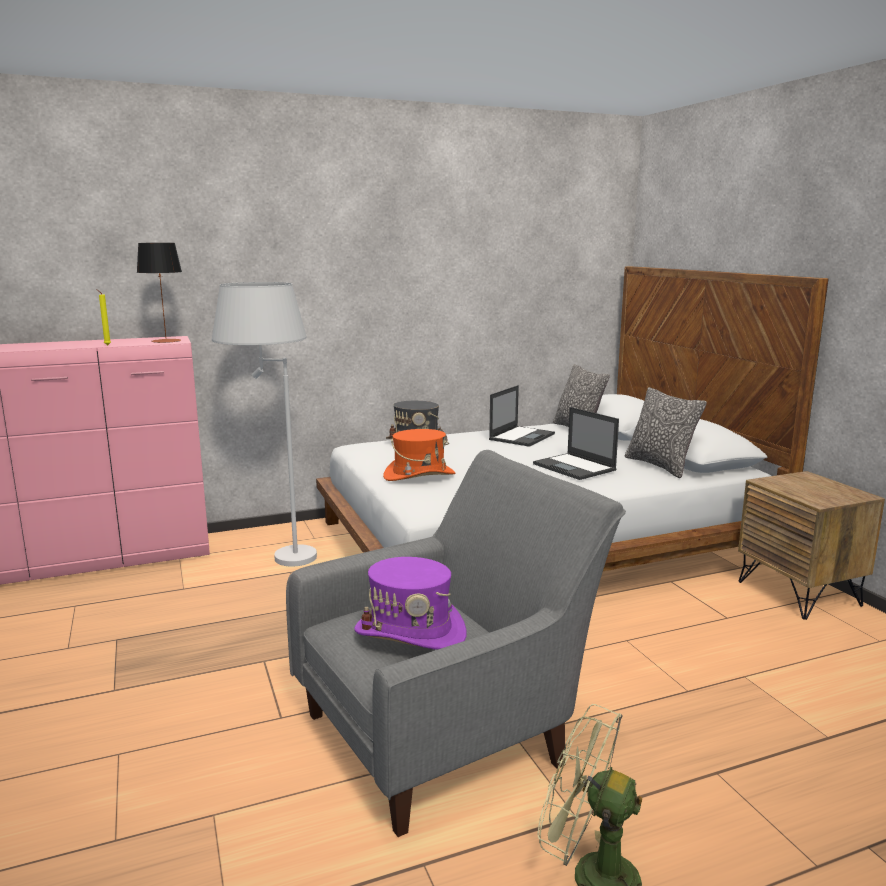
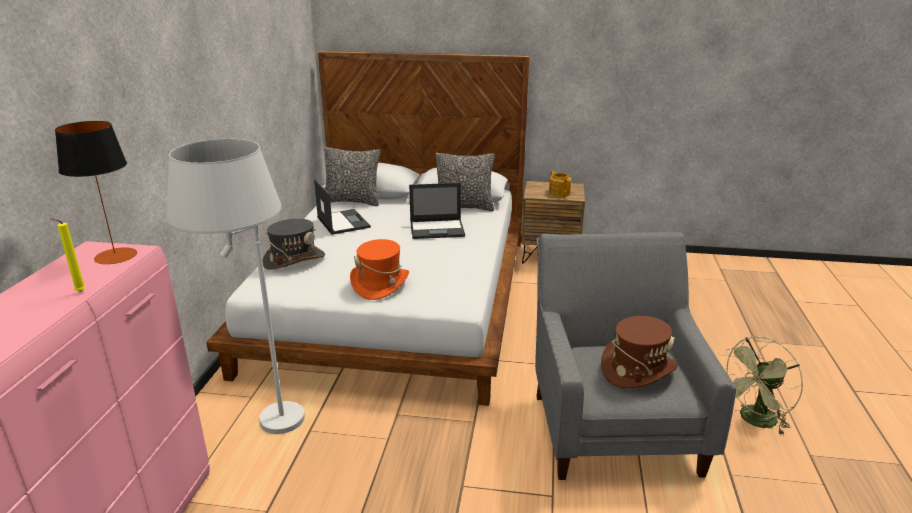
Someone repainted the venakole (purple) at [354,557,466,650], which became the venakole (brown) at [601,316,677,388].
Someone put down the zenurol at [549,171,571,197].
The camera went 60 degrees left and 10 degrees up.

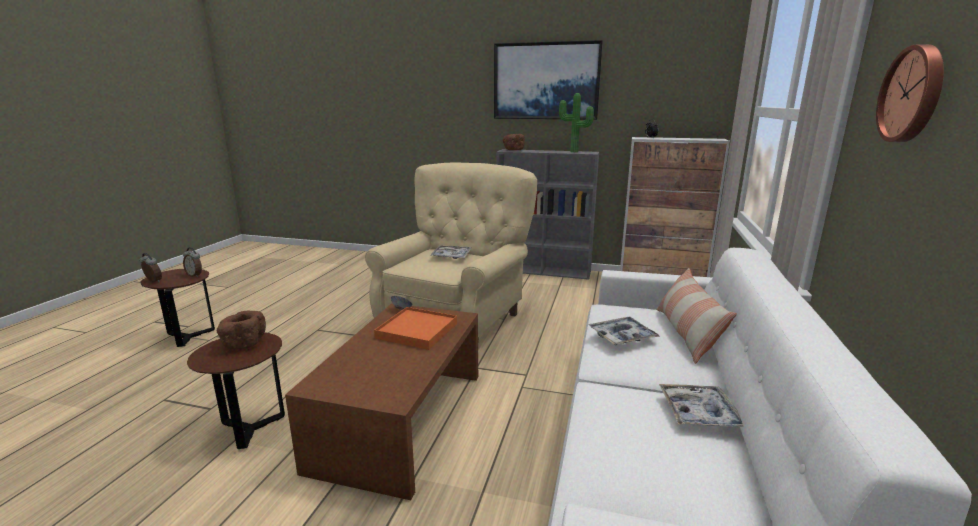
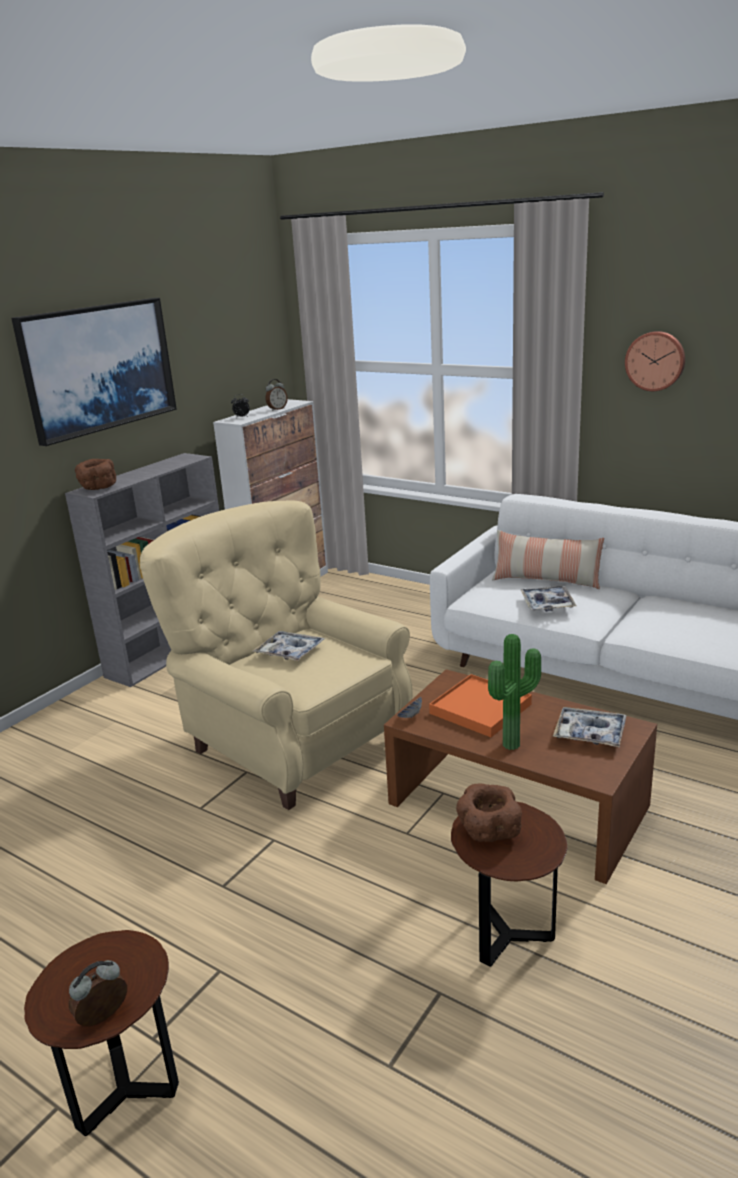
Someone carried the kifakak from [559,93,594,152] to [488,634,541,750].
Someone carried the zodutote from [183,247,202,277] to [266,379,288,411].
Someone carried the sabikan from [659,384,743,427] to [553,707,627,748].
The camera went 70 degrees left and 5 degrees up.

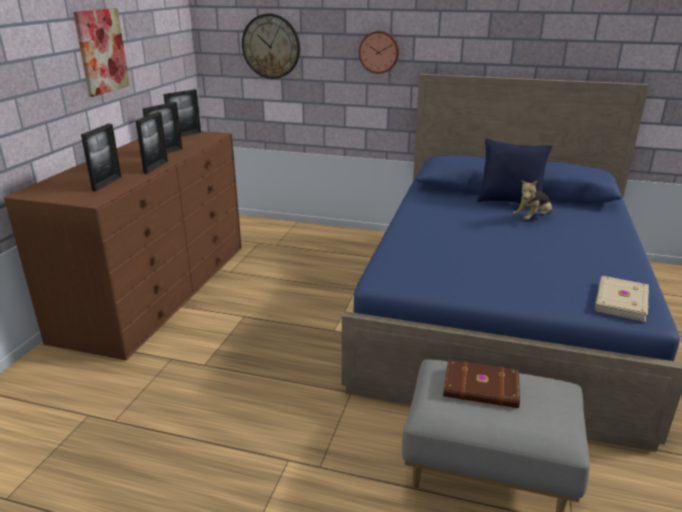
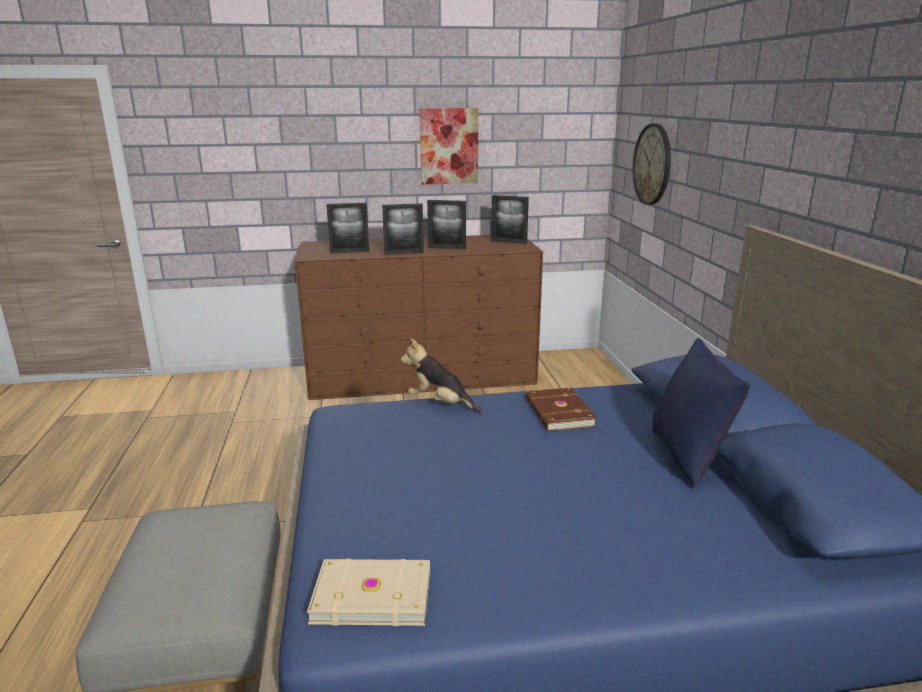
Someone took away the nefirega at [359,31,399,74].
Someone carried the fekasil from [513,181,552,220] to [401,338,483,413].
Someone carried the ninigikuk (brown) from [443,360,520,408] to [526,387,597,431].
The camera went 65 degrees right and 5 degrees down.

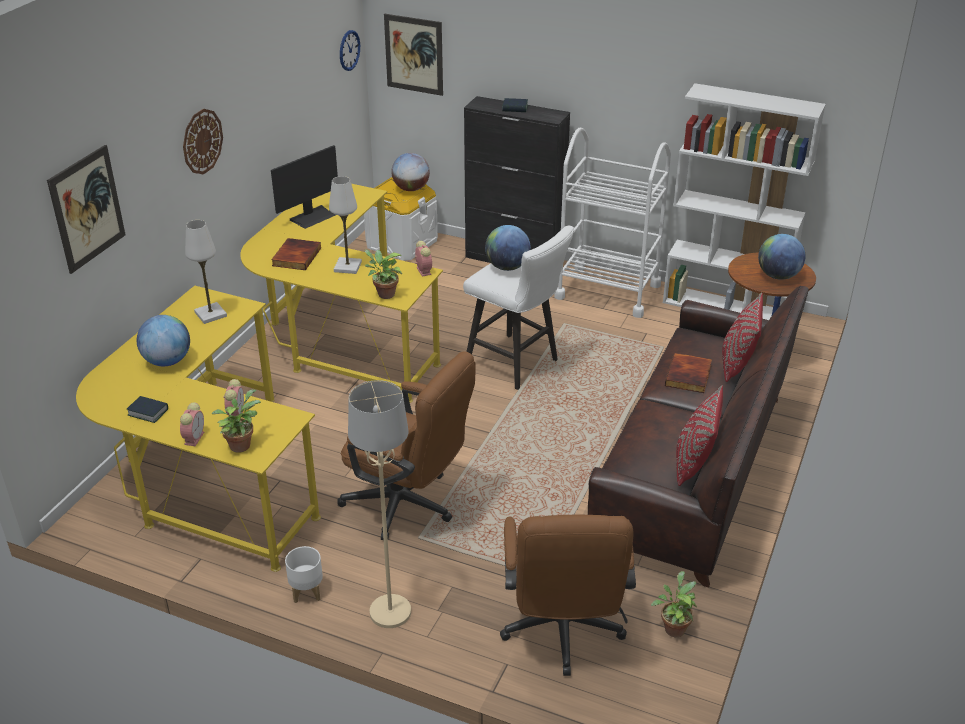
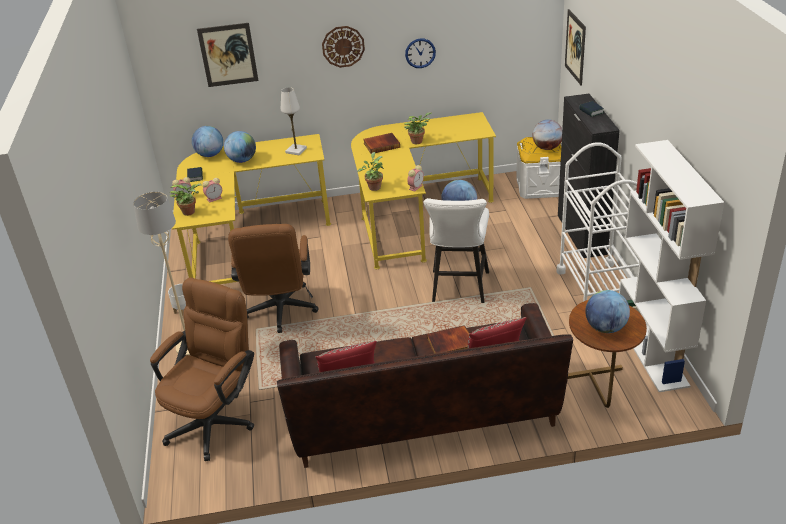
Someone carried the nefirega from [340,30,360,71] to [405,38,436,68].
Someone took away the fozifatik at [271,145,338,229].
Someone took away the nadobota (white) at [329,176,362,274].
Someone rotated the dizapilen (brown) at [500,515,636,676] by 150 degrees clockwise.
Someone carried the kifakak from [651,571,697,637] to [404,112,432,144].
Someone put down the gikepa at [192,126,223,157].
The camera went 60 degrees right and 0 degrees up.

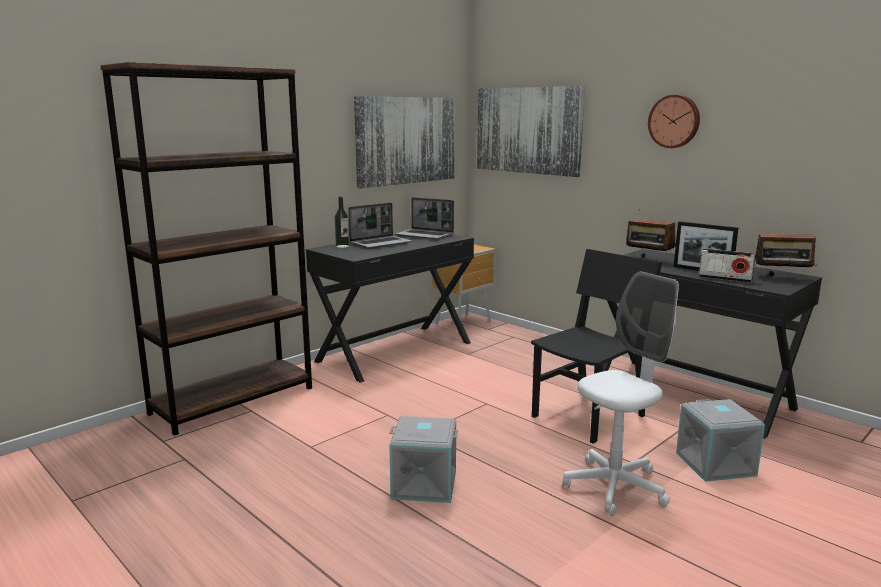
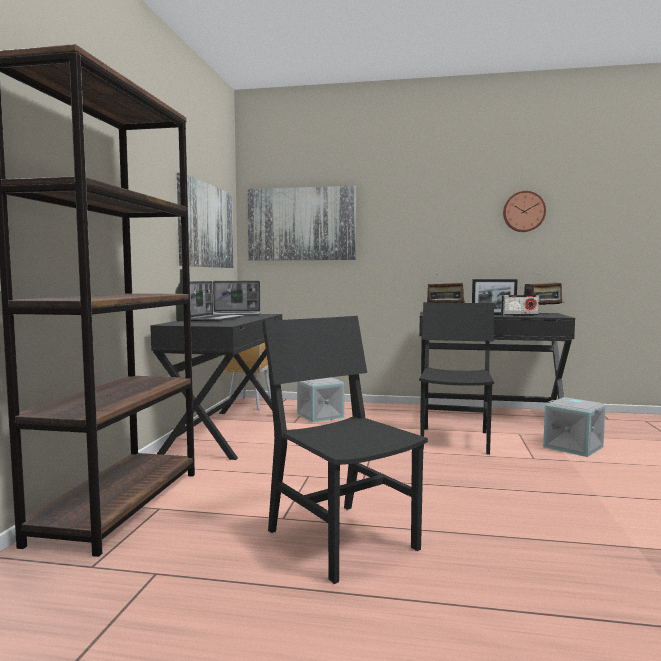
Someone carried the nefirega from [648,94,700,148] to [503,191,546,232].
Someone took away the dizapilen (white) at [562,271,679,516].
Someone carried the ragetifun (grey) from [389,416,458,503] to [297,377,344,422].
Someone put down the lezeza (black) at [262,316,428,584].
The camera went 35 degrees left and 10 degrees down.

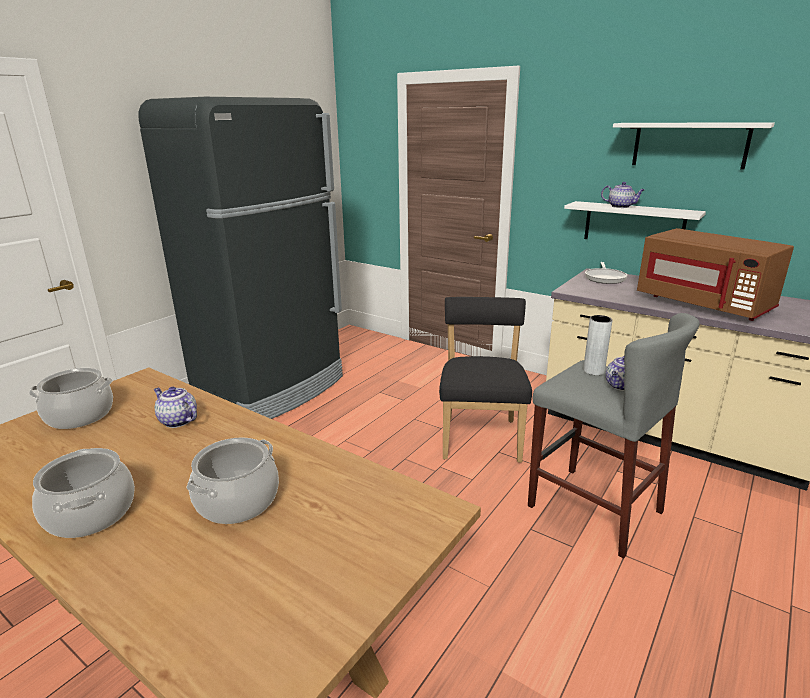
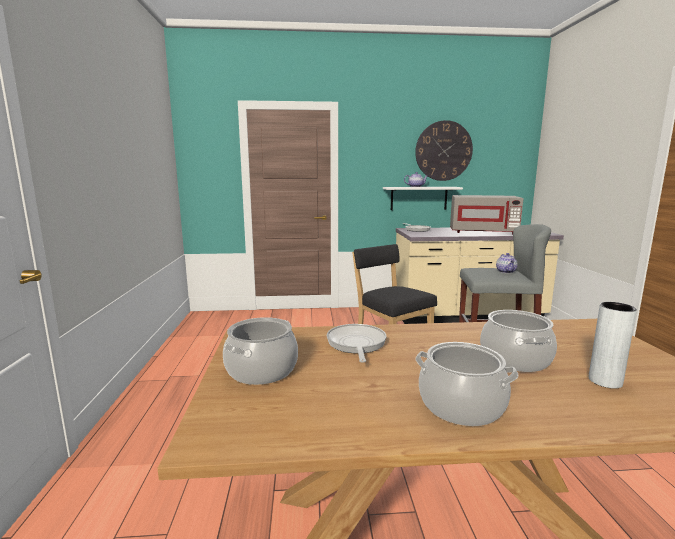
Someone took away the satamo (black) at [138,97,343,419].
Someone swapped the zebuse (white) at [613,123,775,170] for the nefirega at [415,120,473,181].
Someone repainted the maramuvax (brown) at [637,228,794,321], which became the maramuvax (grey) at [450,195,524,234].
Someone carried the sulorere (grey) from [583,315,612,375] to [589,302,637,388].
Someone swapped the zenurol at [154,387,197,428] for the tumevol at [327,324,387,363].
The camera went 40 degrees left and 10 degrees down.

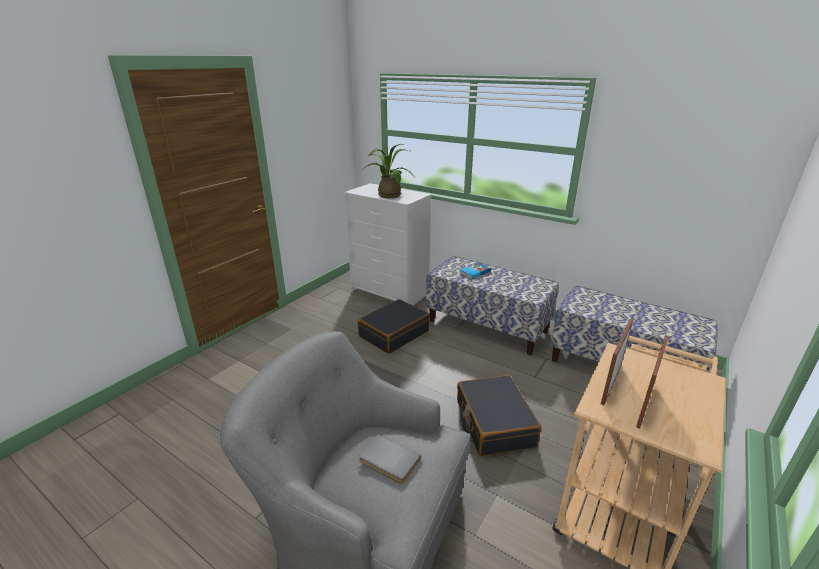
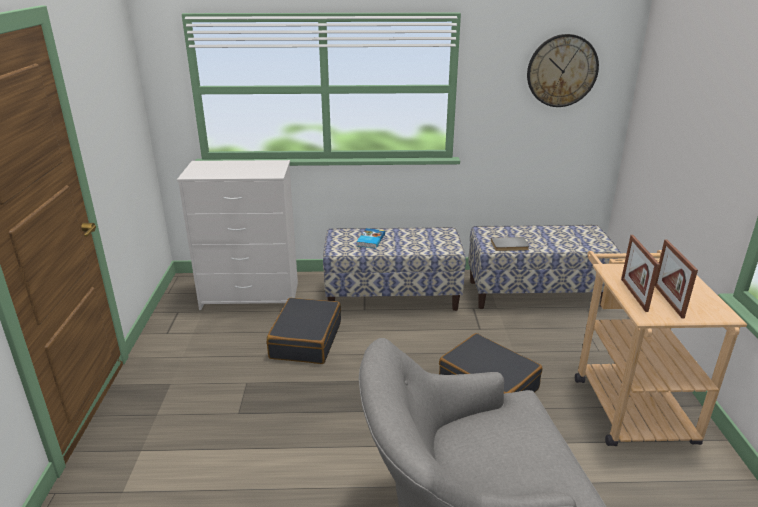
Someone took away the kifakak at [364,144,415,198].
Someone carried the ninigikuk (grey) from [359,434,421,484] to [491,237,529,251].
Someone put up the nefirega at [527,34,599,107].
The camera went 35 degrees left and 0 degrees up.

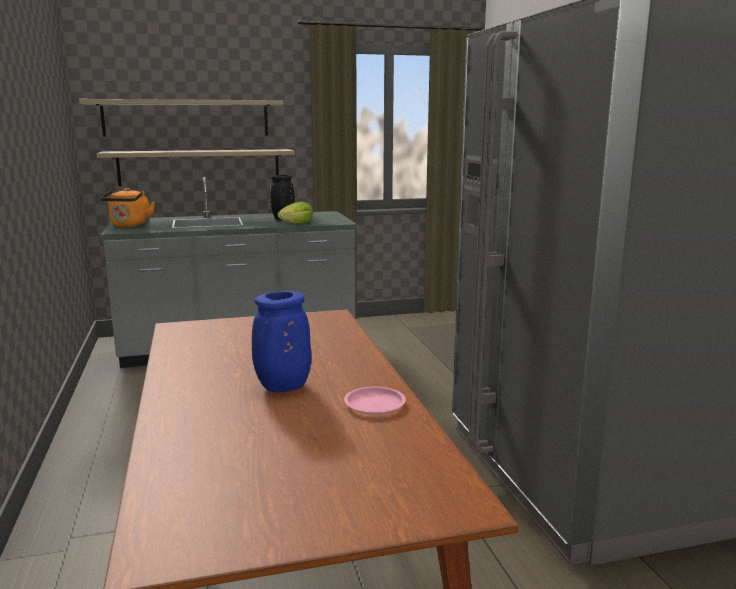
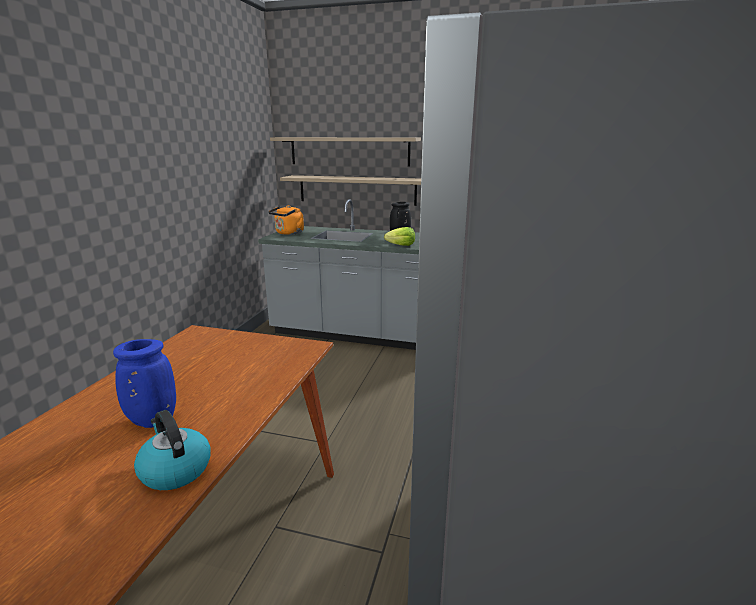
Someone swapped the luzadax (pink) at [344,387,406,414] for the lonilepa at [134,410,211,490].
The camera went 30 degrees right and 5 degrees up.

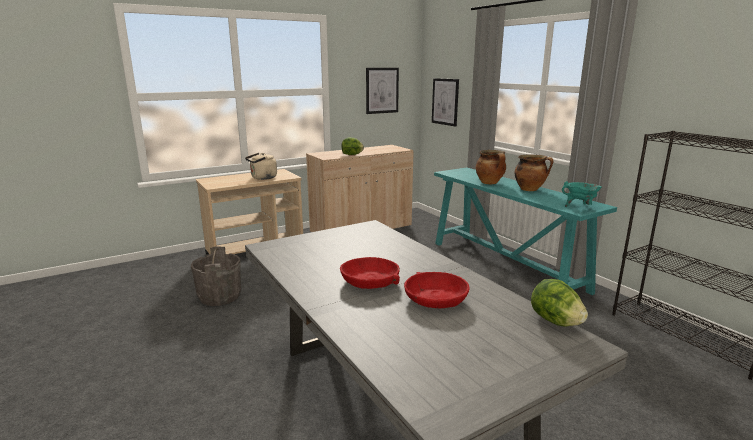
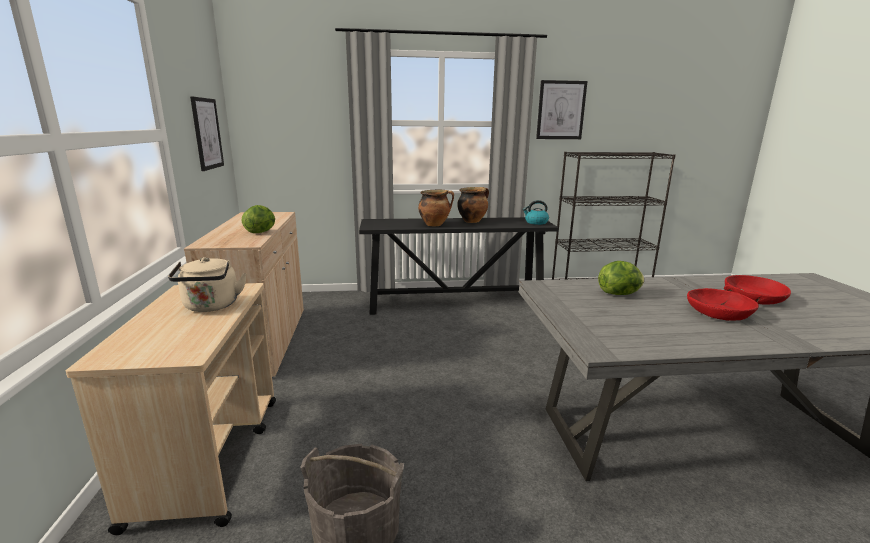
Someone carried the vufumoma from [432,78,459,127] to [536,80,588,139].
Someone repainted the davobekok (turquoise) at [434,167,617,295], which became the davobekok (black) at [359,217,559,315].
Someone swapped the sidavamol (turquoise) at [562,181,602,207] for the lonilepa at [522,200,549,225].
Someone carried the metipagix from [531,279,588,326] to [598,261,644,295].
The camera went 65 degrees left and 0 degrees up.

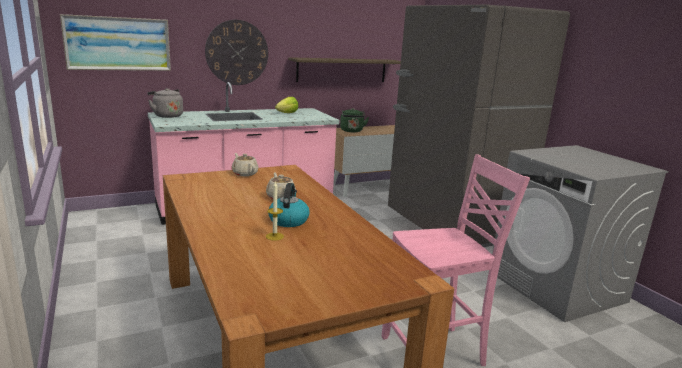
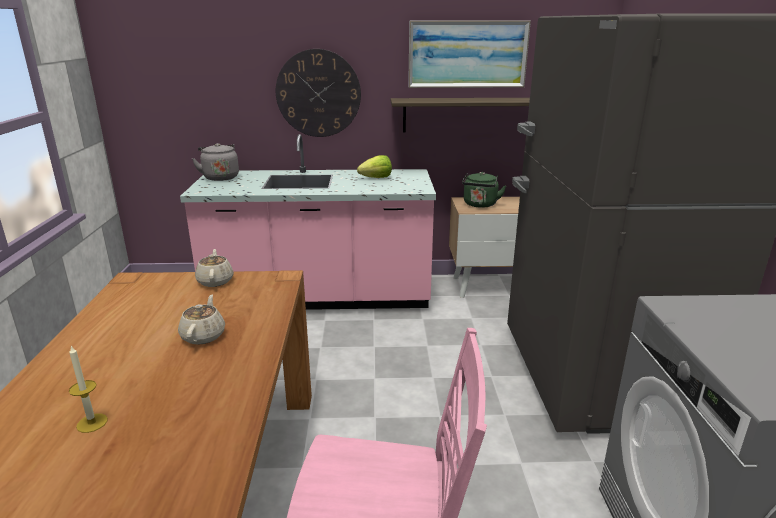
Someone carried the vufumoma from [60,14,171,71] to [408,21,531,88].
Someone took away the lonilepa at [268,183,309,227].
The camera went 25 degrees right and 5 degrees up.

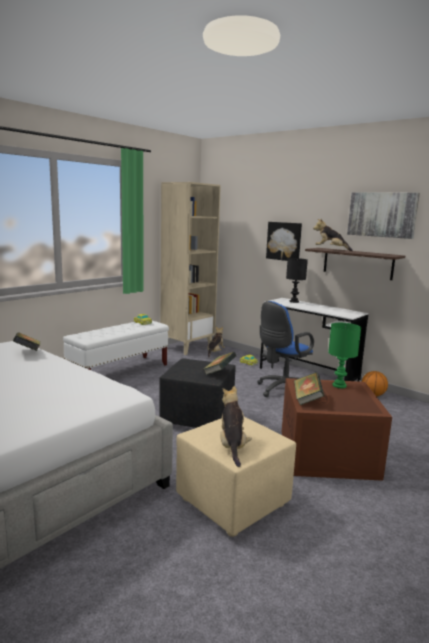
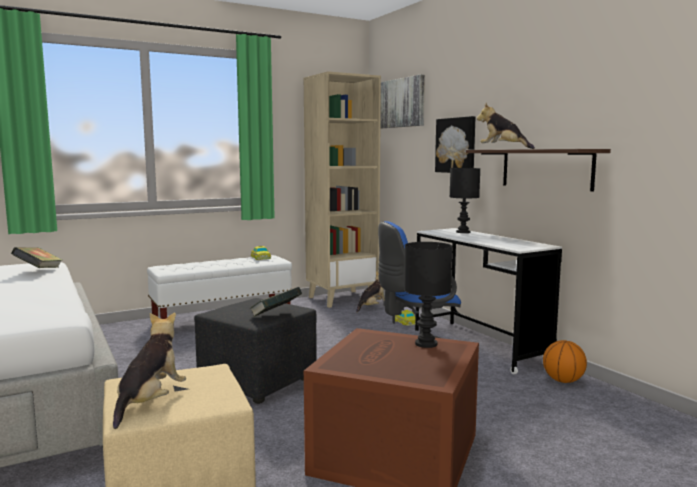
Someone carried the vufumoma from [347,192,420,239] to [380,75,425,128].
Someone repainted the nadobota (green) at [328,323,361,388], which became the nadobota (black) at [404,242,452,348].
Someone took away the ninigikuk at [294,372,324,405].
The camera went 20 degrees right and 5 degrees down.

